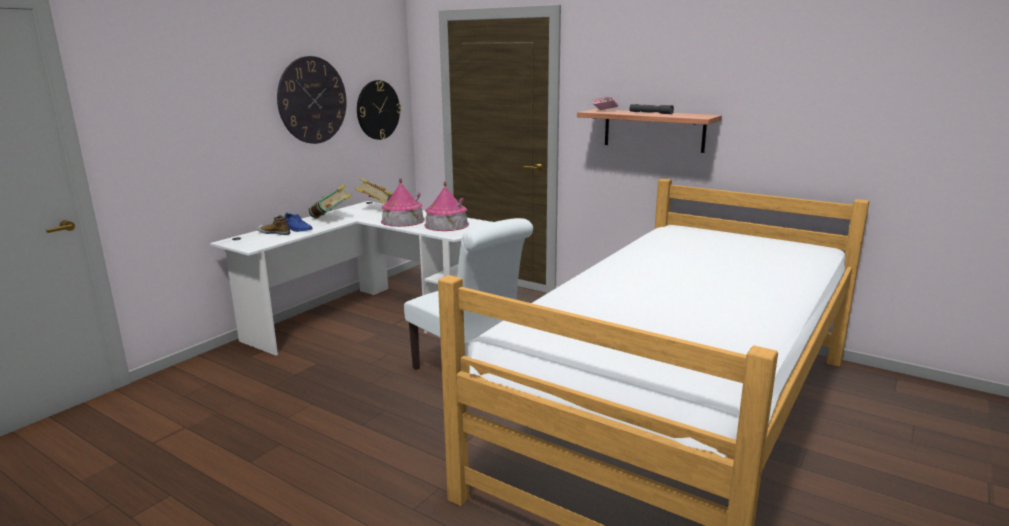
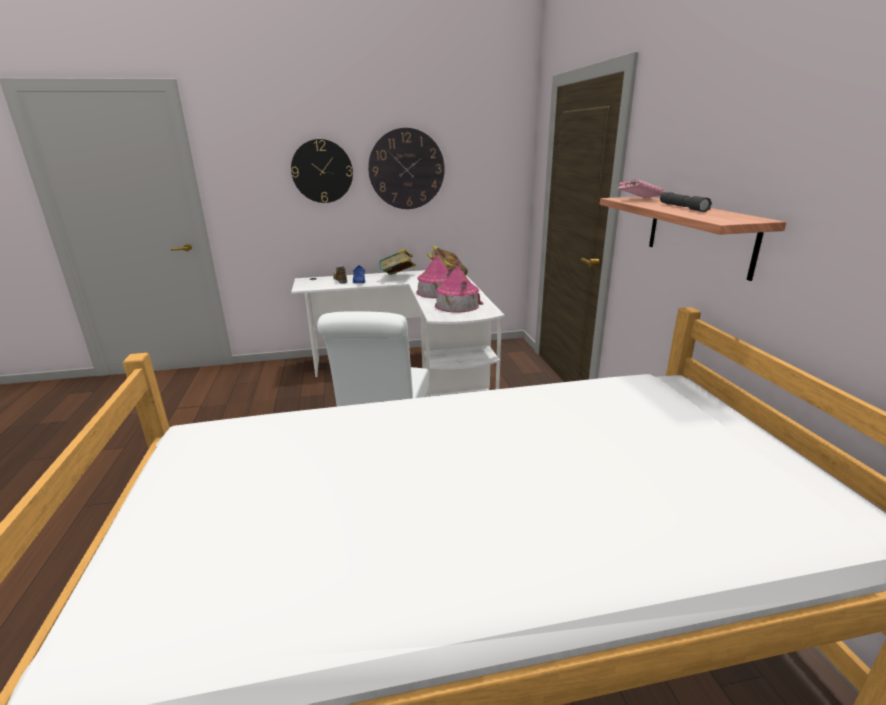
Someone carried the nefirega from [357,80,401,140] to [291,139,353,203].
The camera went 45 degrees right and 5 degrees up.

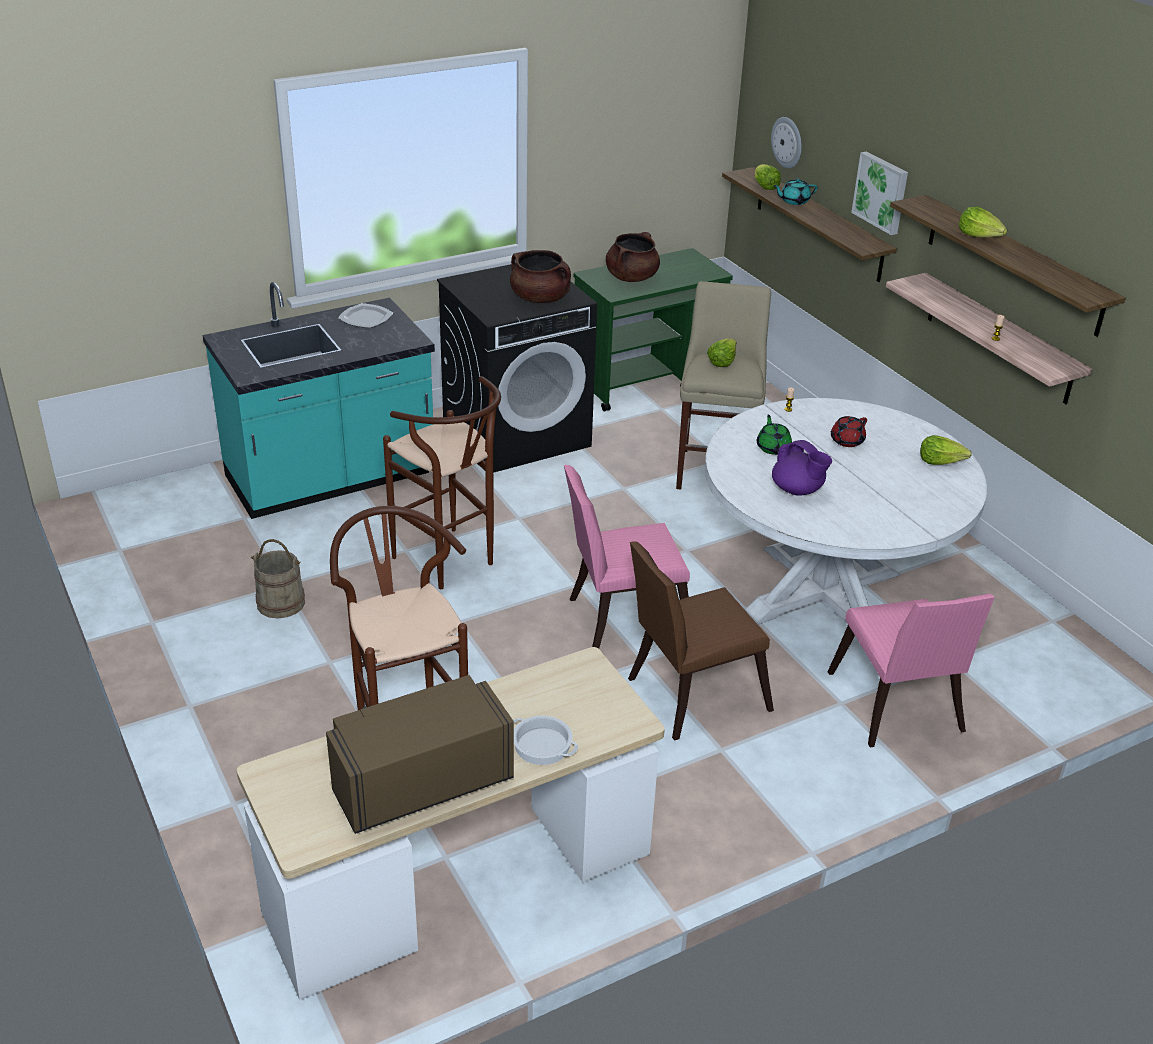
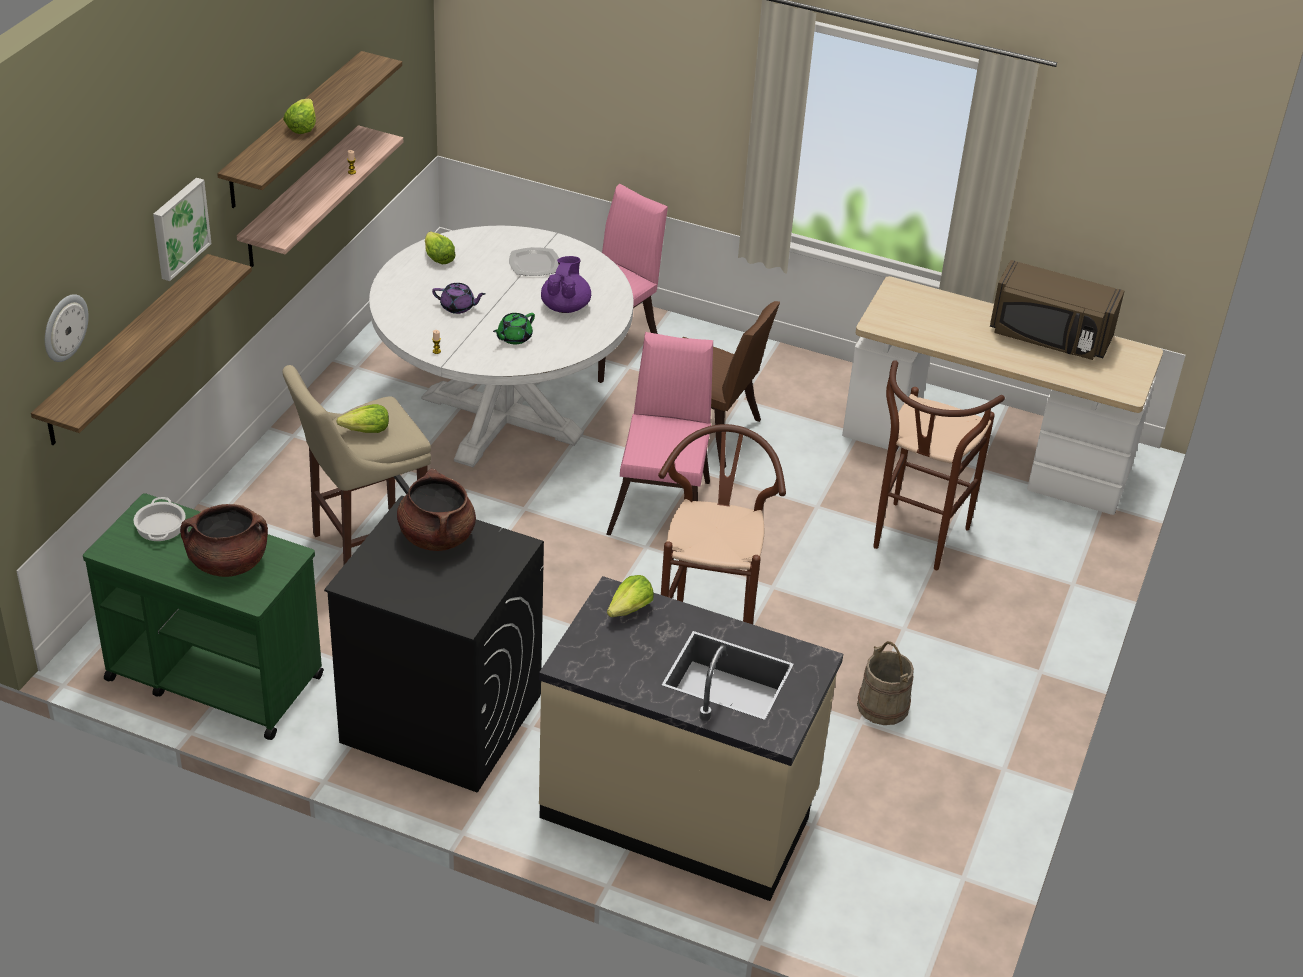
Someone carried the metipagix from [755,164,781,190] to [607,575,654,617].
Someone took away the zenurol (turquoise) at [773,179,818,205].
Someone repainted the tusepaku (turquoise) at [202,282,435,519], which became the tusepaku (beige) at [539,576,843,901].
Someone carried the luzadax from [338,303,393,328] to [509,247,559,276].
Someone repainted the zenurol (red) at [831,416,867,447], which became the zenurol (purple) at [432,283,486,314].
Someone rotated the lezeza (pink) at [564,465,690,649] by 120 degrees counterclockwise.
Someone carried the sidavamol from [513,715,578,765] to [134,497,186,541].
The camera went 130 degrees left and 5 degrees up.

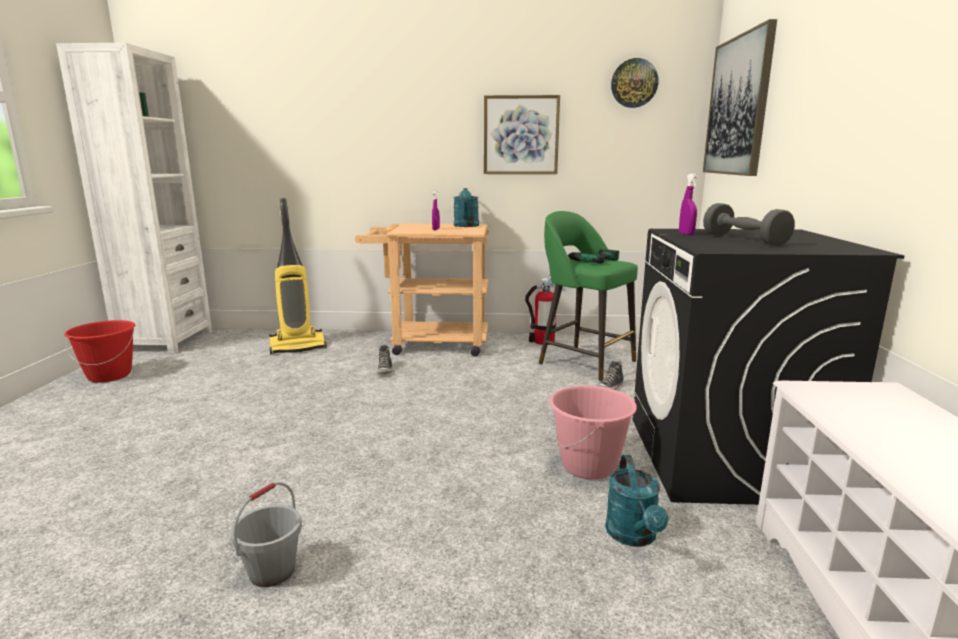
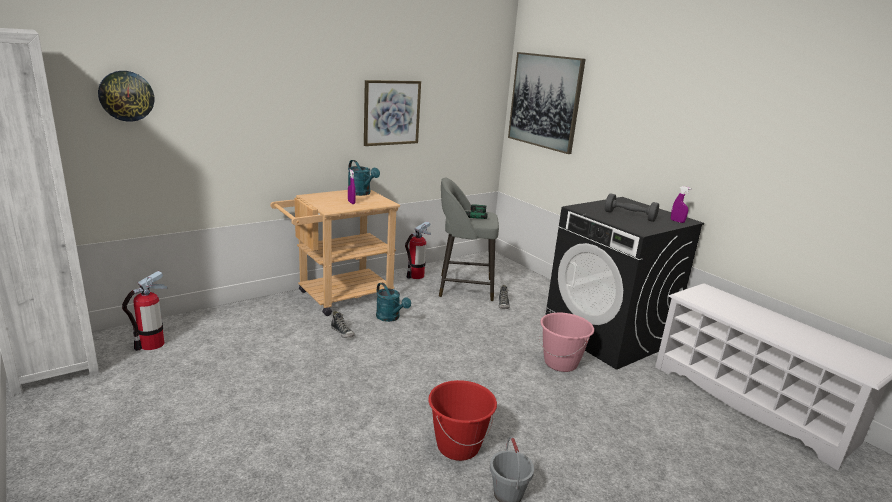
Someone carried the nefirega from [611,58,658,108] to [98,71,154,122].
Someone carried the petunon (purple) from [679,174,698,235] to [671,186,692,223].
Someone took away the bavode at [269,198,326,354].
Someone repainted the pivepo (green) at [539,211,638,381], which became the pivepo (grey) at [439,178,499,301].
Someone carried the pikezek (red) from [64,320,135,383] to [428,380,497,461].
Someone carried the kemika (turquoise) from [605,455,668,547] to [376,282,411,322].
Someone put down the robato at [122,271,167,351].
The camera went 40 degrees left and 5 degrees up.

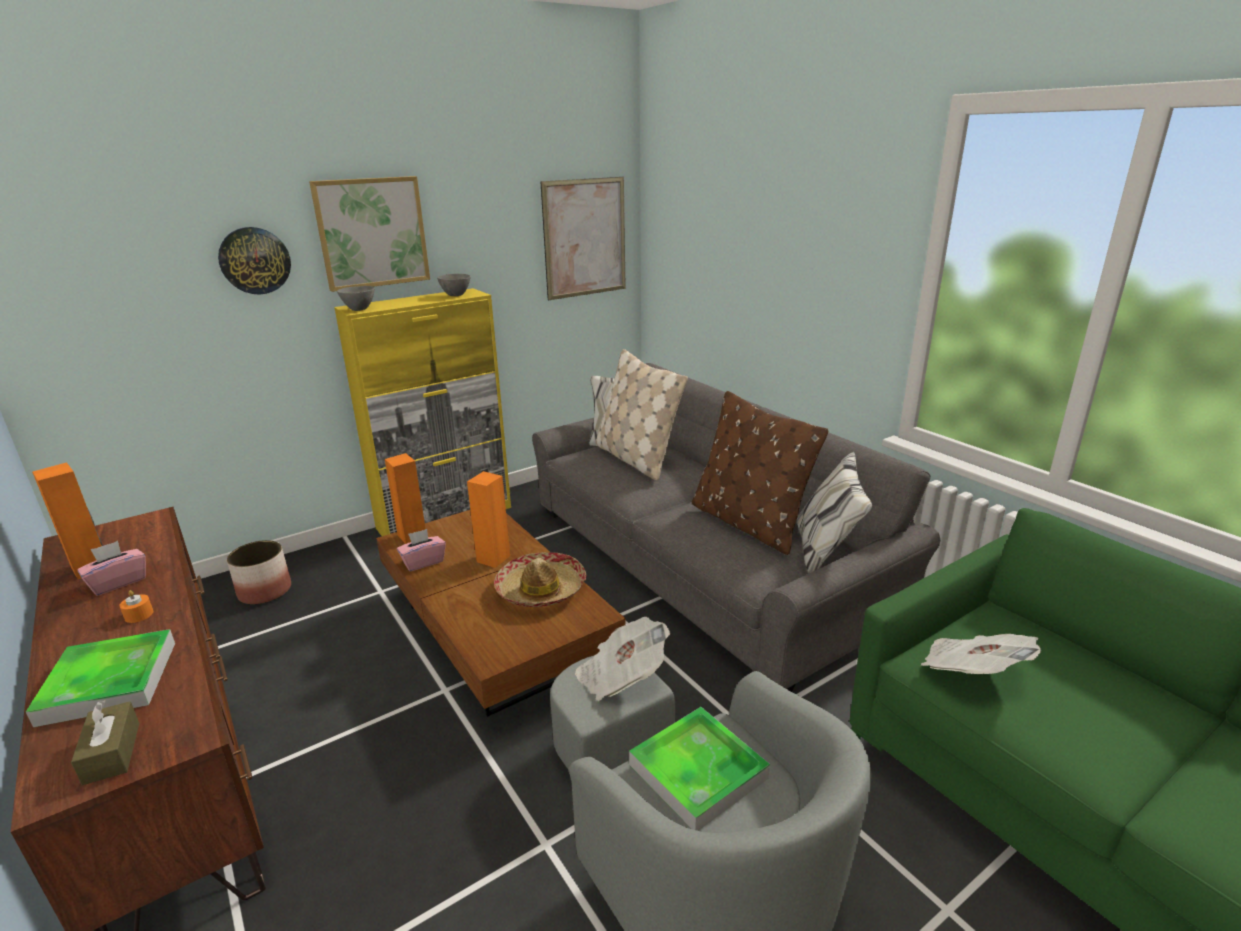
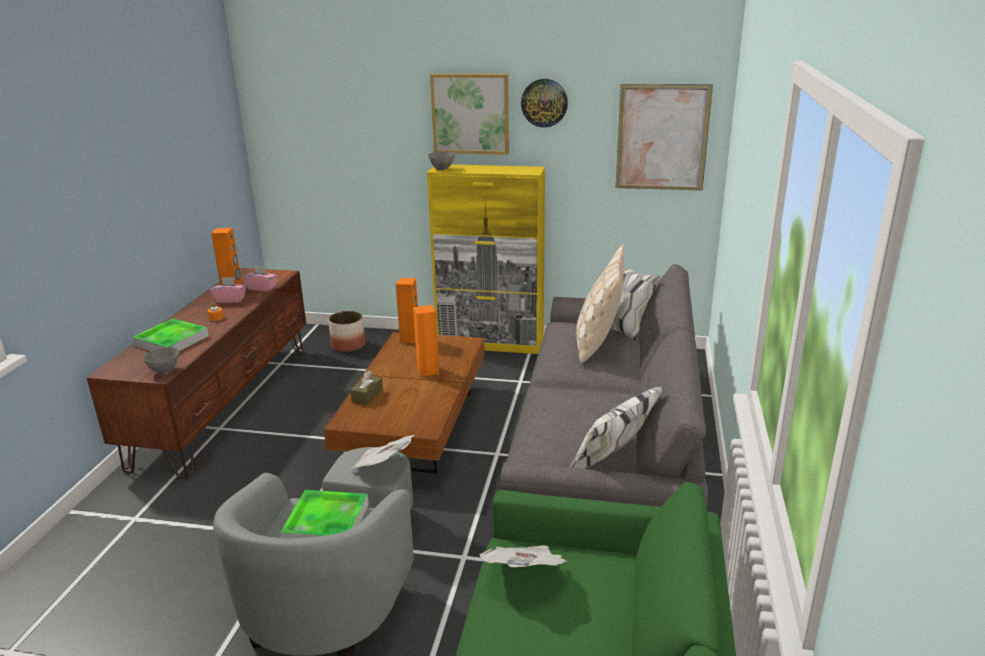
Someone carried the nefirega from [218,227,291,295] to [521,79,568,127].
Someone carried the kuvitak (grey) from [437,274,471,296] to [143,347,179,374].
Someone took away the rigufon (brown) at [692,391,828,555].
Someone carried the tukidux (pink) from [397,529,446,571] to [243,265,277,291].
Someone took away the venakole at [494,553,586,607].
Someone carried the tukidux (brown) from [71,701,139,785] to [350,371,383,405].
The camera went 45 degrees right and 0 degrees up.

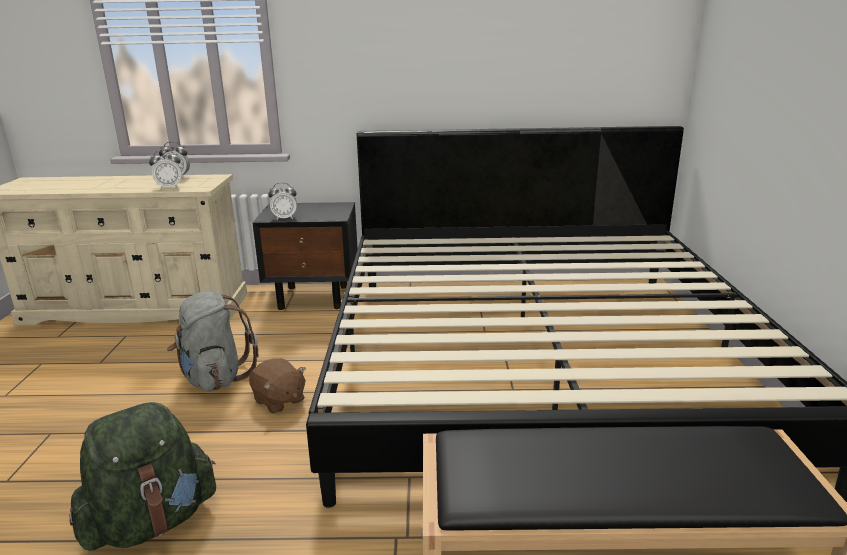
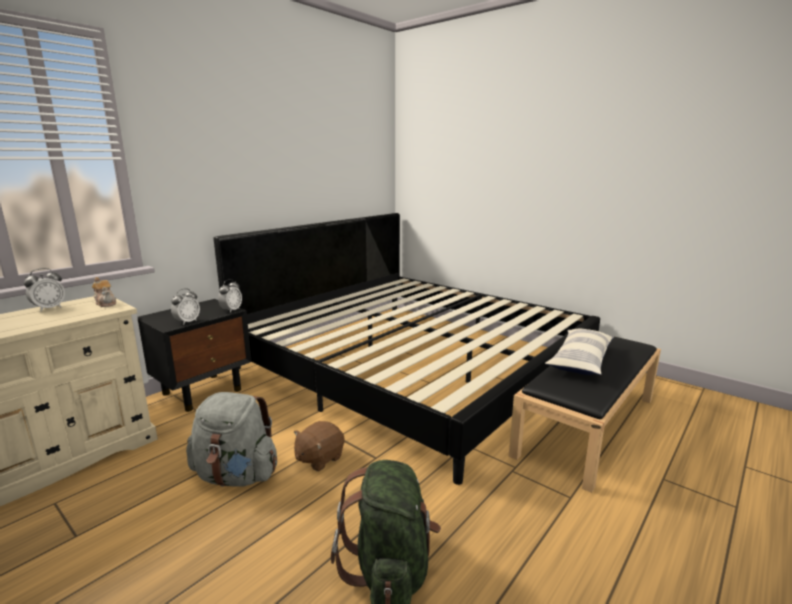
Someone carried the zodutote from [149,149,181,190] to [218,279,242,313].
Someone rotated the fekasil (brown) at [249,358,306,414] by 135 degrees clockwise.
Someone put down the zenurol at [92,277,116,307].
Someone put down the rigufon at [545,329,614,375].
The camera went 50 degrees left and 5 degrees down.

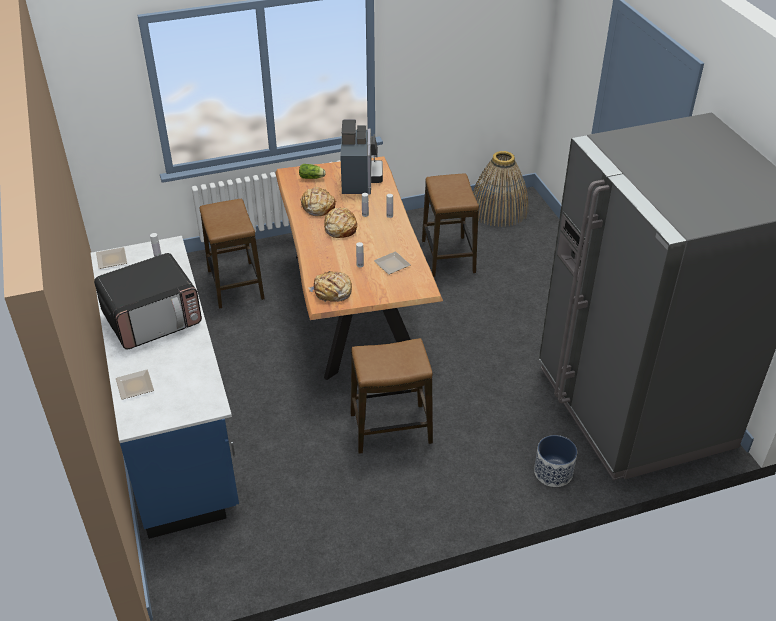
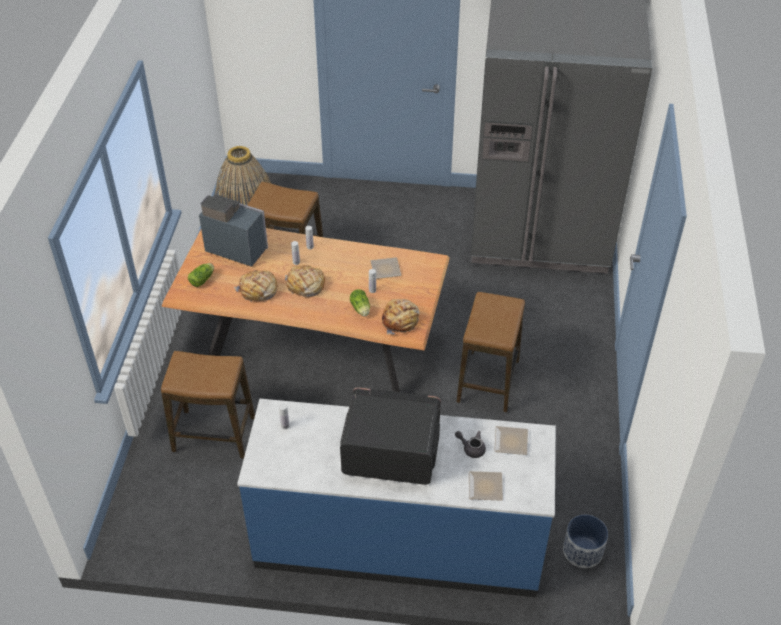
Someone carried the luzadax from [96,247,127,269] to [494,426,528,455].
Someone rotated the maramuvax at [94,253,202,349] by 75 degrees counterclockwise.
Someone carried the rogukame from [534,435,577,487] to [563,515,608,568].
Someone put down the metipagix at [350,289,370,316].
Someone put down the zenurol (grey) at [455,431,486,458].
The camera went 65 degrees left and 5 degrees up.

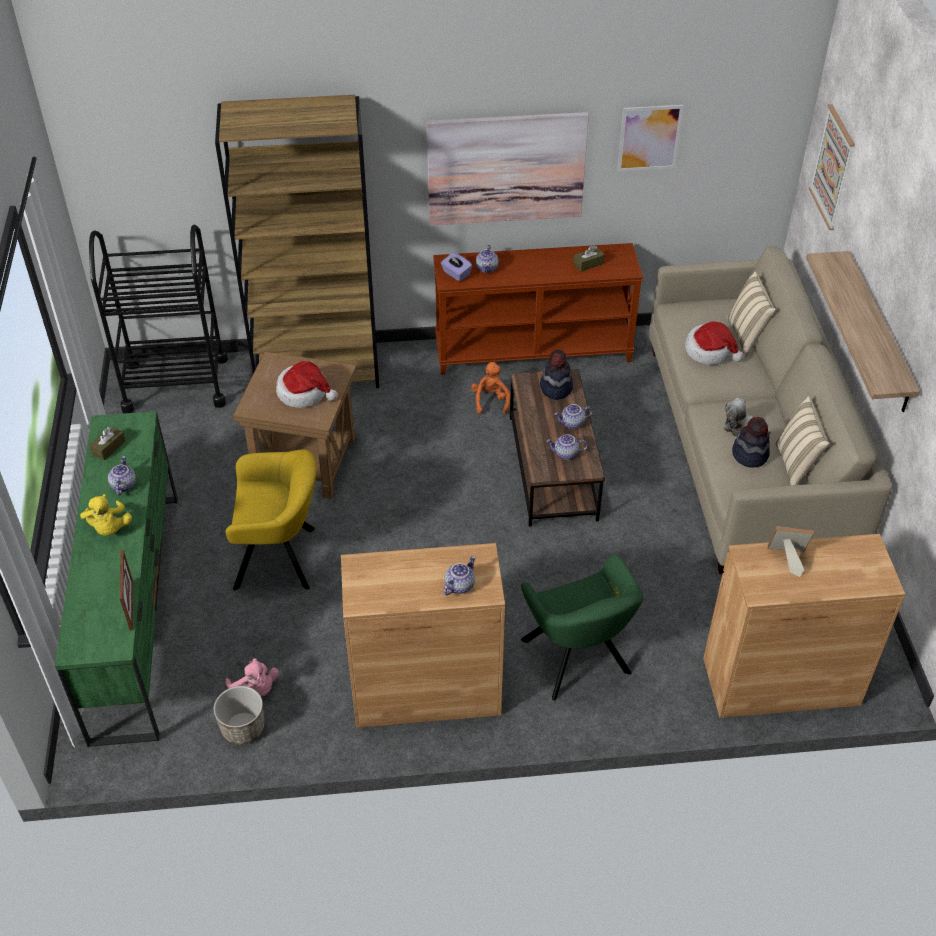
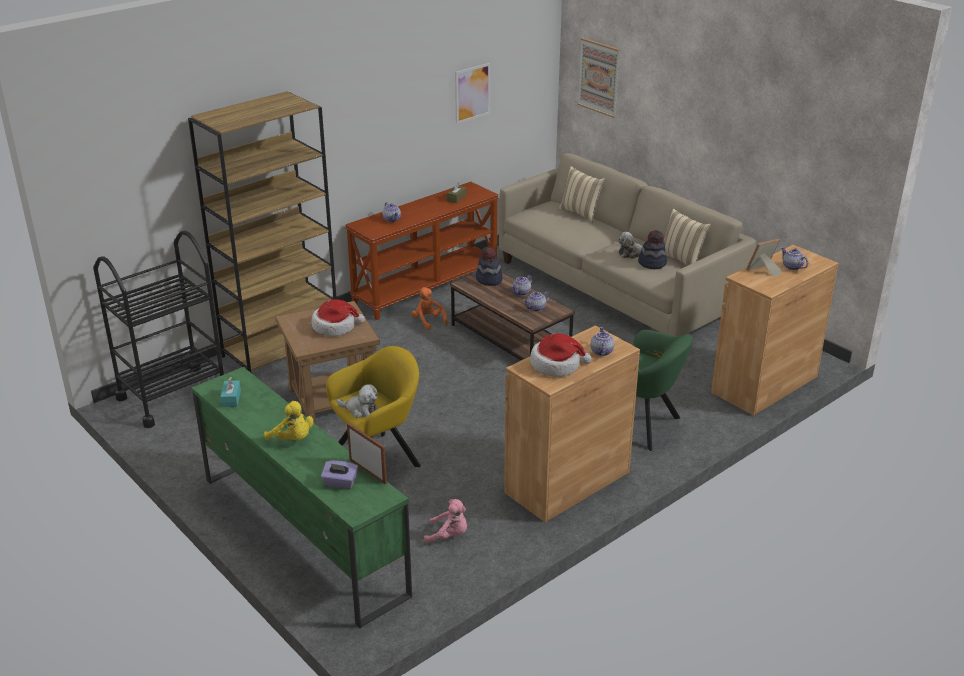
Someone took away the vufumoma at [427,112,589,225].
Someone took away the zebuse at [806,251,920,412].
Someone carried the tukidux (purple) from [441,252,472,281] to [321,461,358,489].
Someone carried the venakole from [685,321,744,365] to [530,333,592,377].
Someone repainted the tukidux (brown) at [89,426,126,461], which became the tukidux (turquoise) at [220,377,241,407].
Someone carried the zenurol from [108,456,136,495] to [781,247,808,270].
Someone took away the rogukame at [214,686,264,745].
Someone put down the fekasil at [337,384,378,418].
The camera went 35 degrees left and 15 degrees down.

